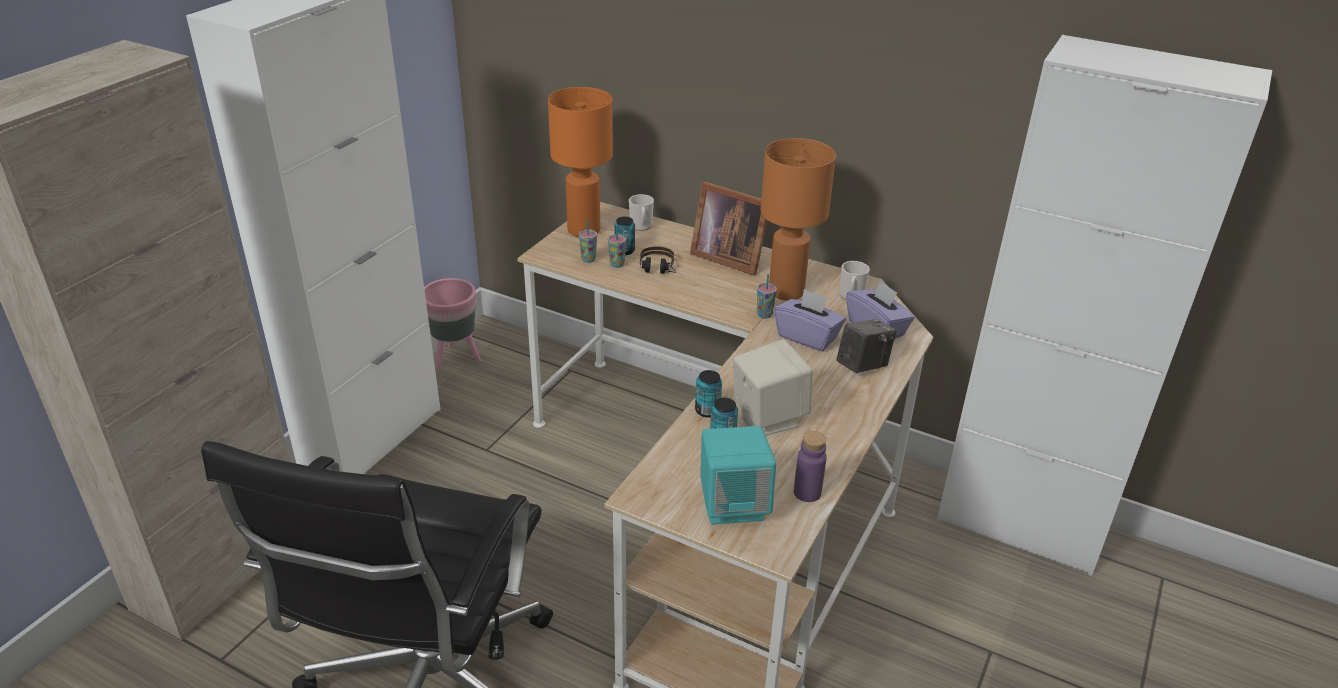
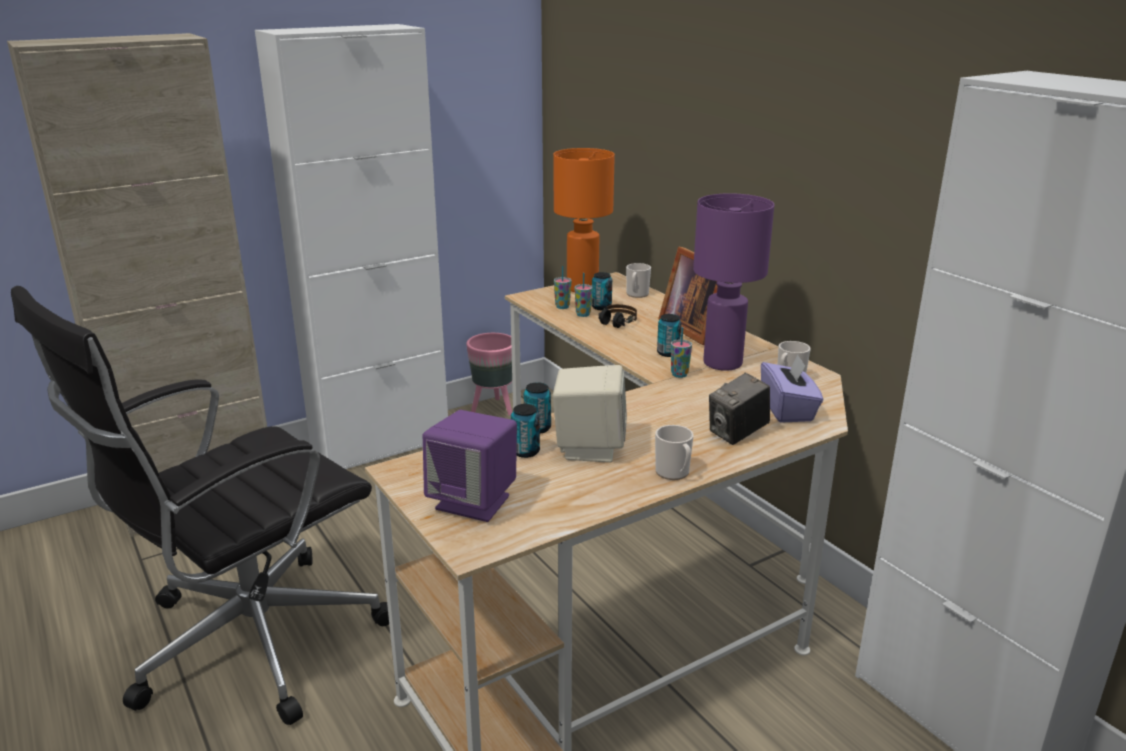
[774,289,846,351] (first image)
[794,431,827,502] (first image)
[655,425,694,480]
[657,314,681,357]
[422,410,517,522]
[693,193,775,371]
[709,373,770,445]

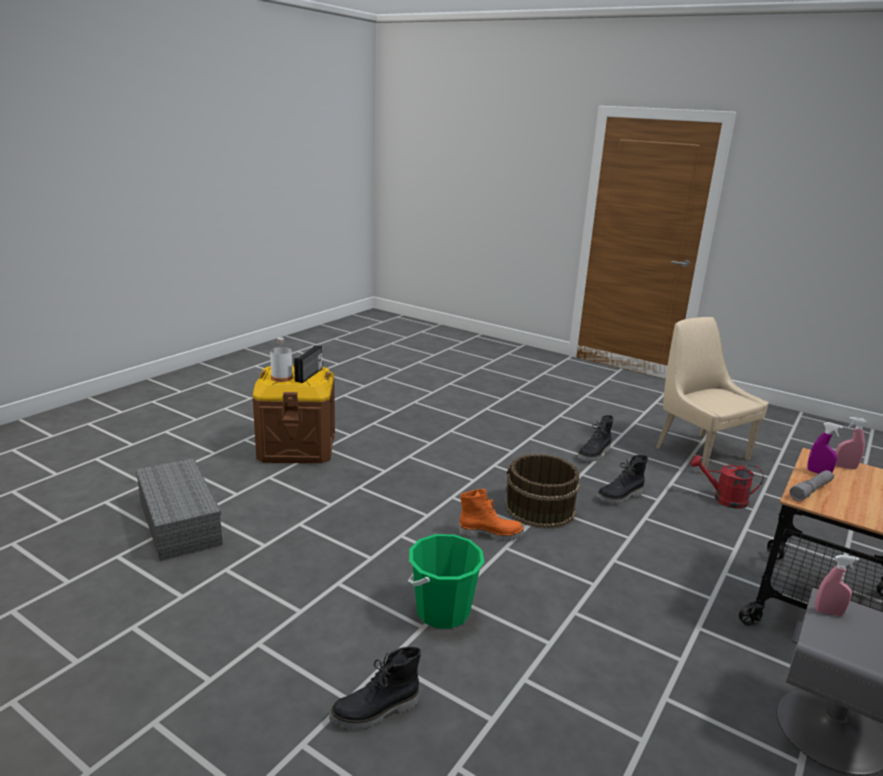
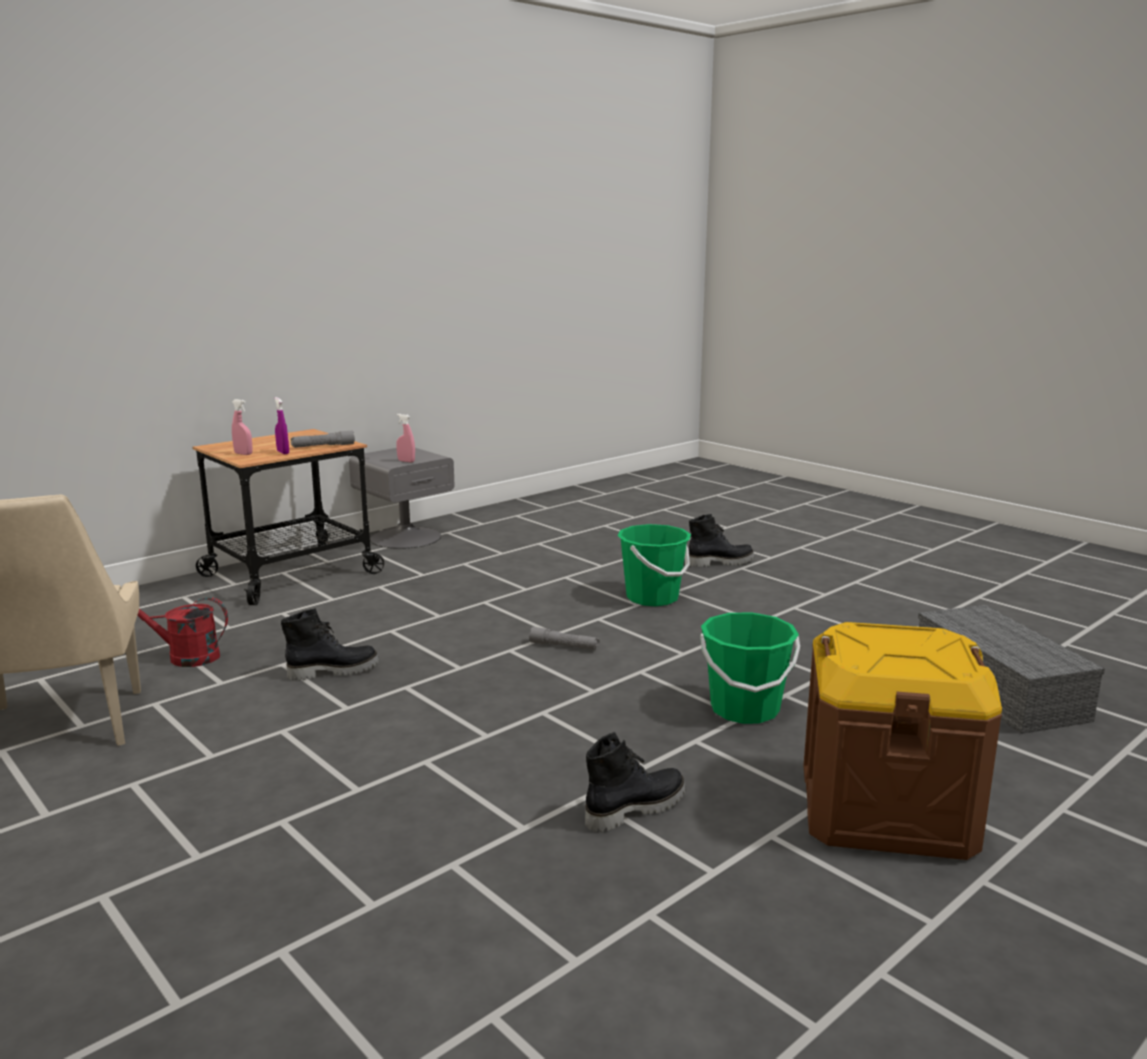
[270,338,293,382] (first image)
[294,345,323,383] (first image)
[505,454,580,528] (first image)
[700,613,800,724]
[585,732,686,832]
[529,627,600,650]
[138,597,228,667]

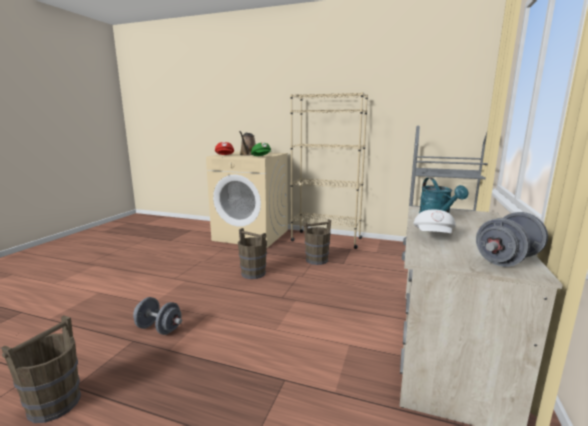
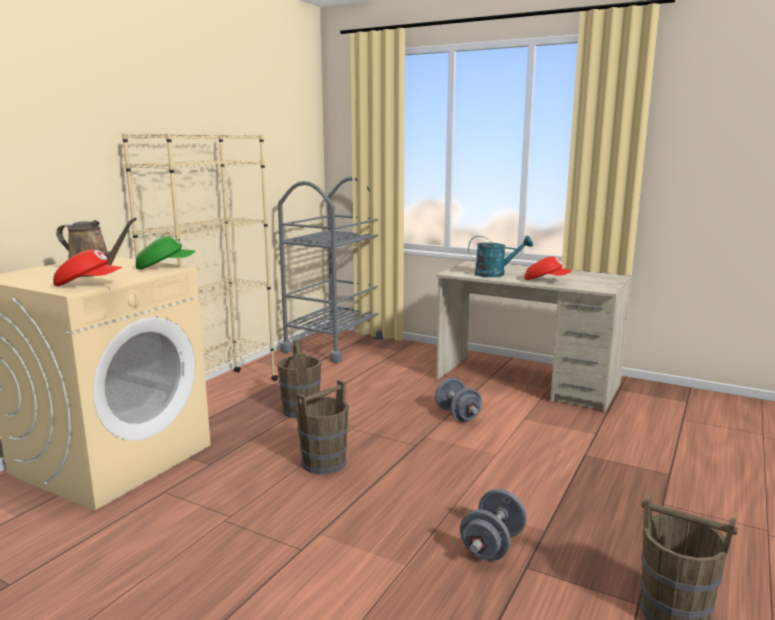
[435,378,482,422]
[524,257,572,280]

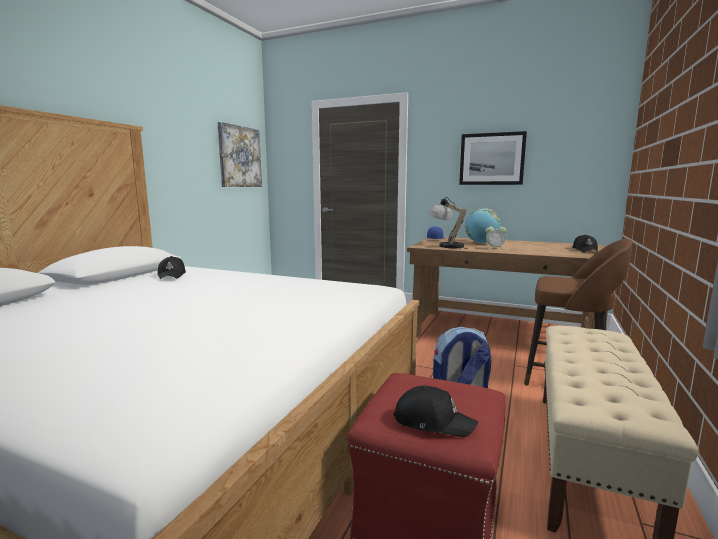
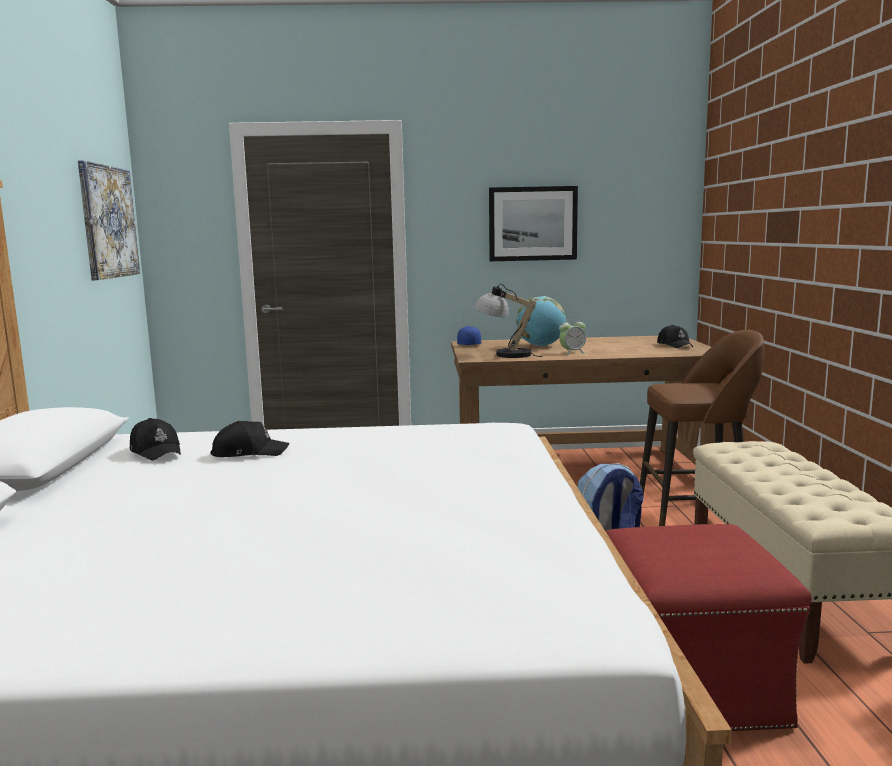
[211,421,290,457]

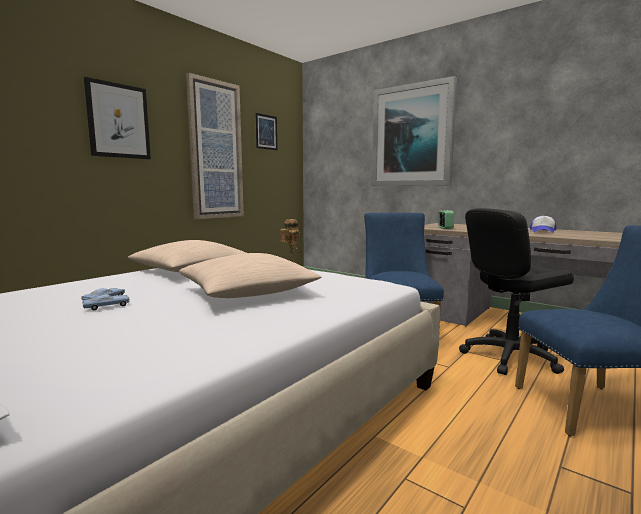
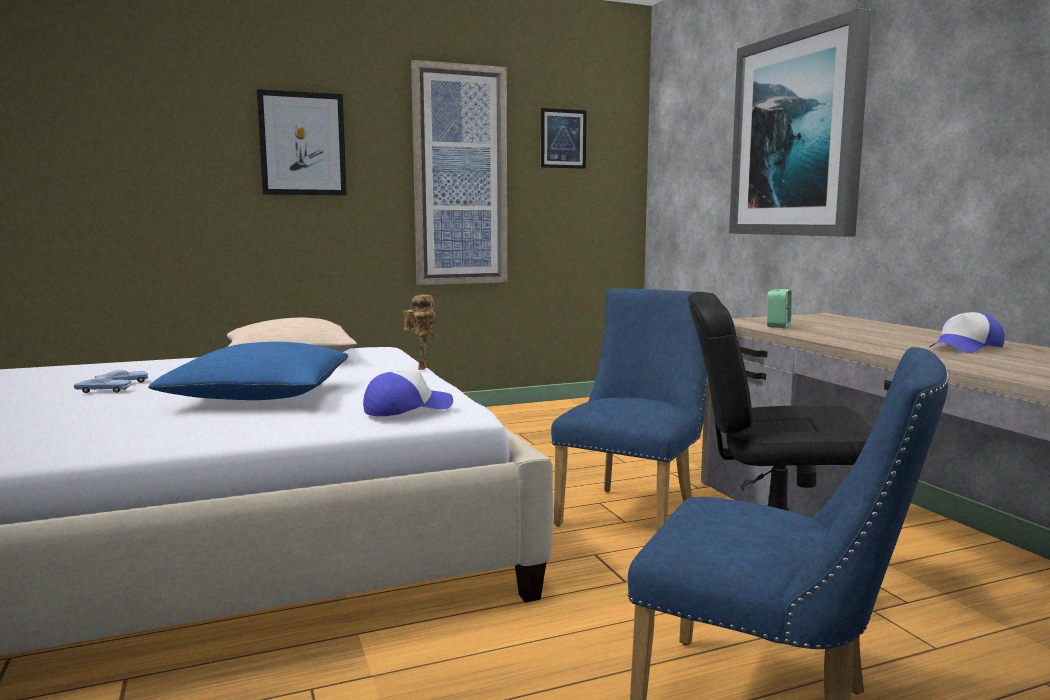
[363,371,453,416]
[148,342,349,400]

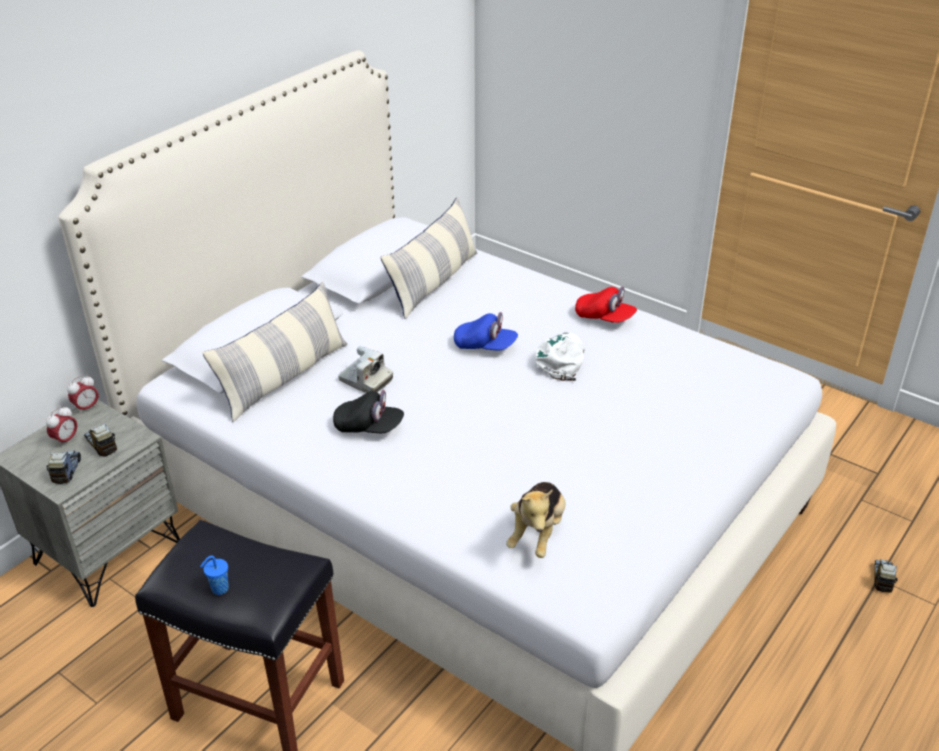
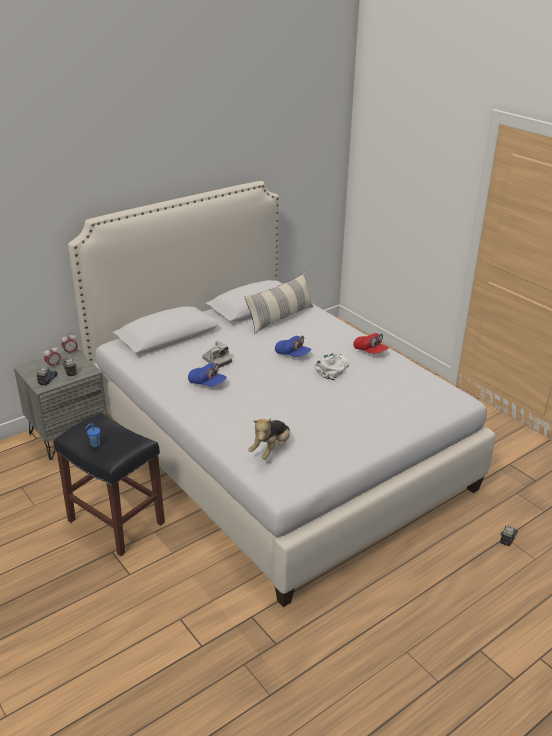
[202,282,347,422] (first image)
[188,363,227,386]

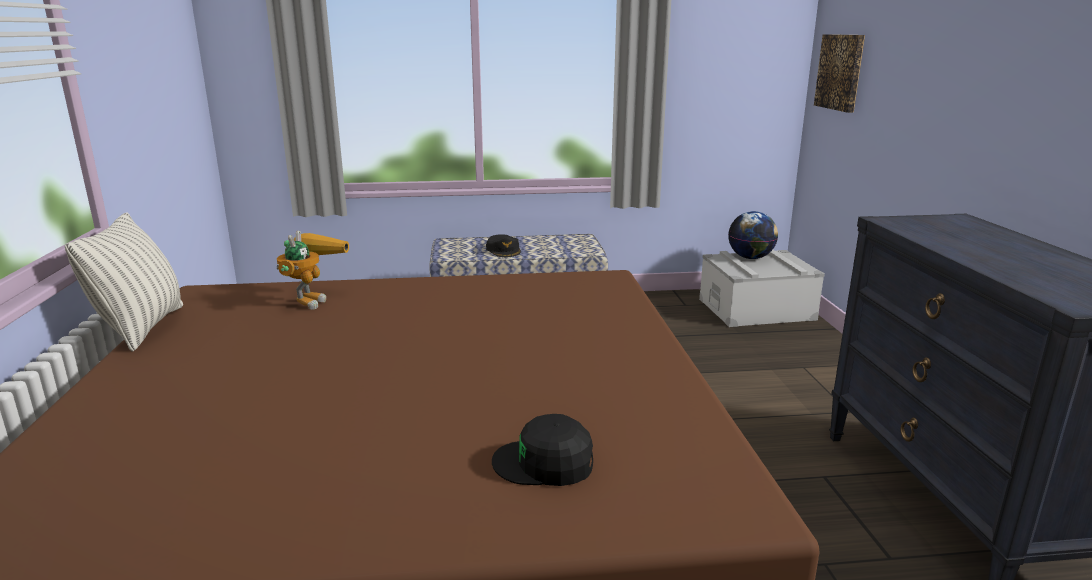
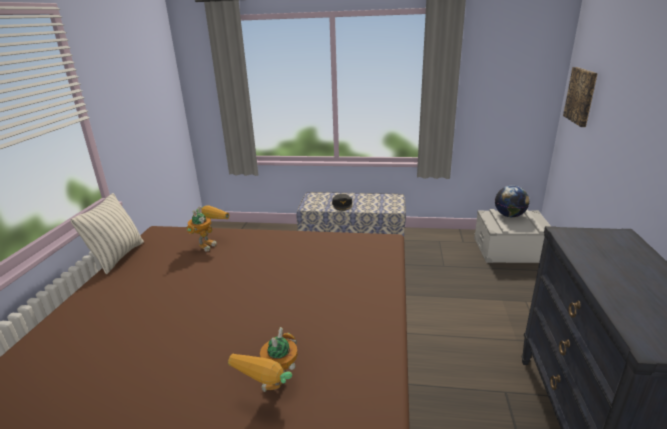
[228,327,298,392]

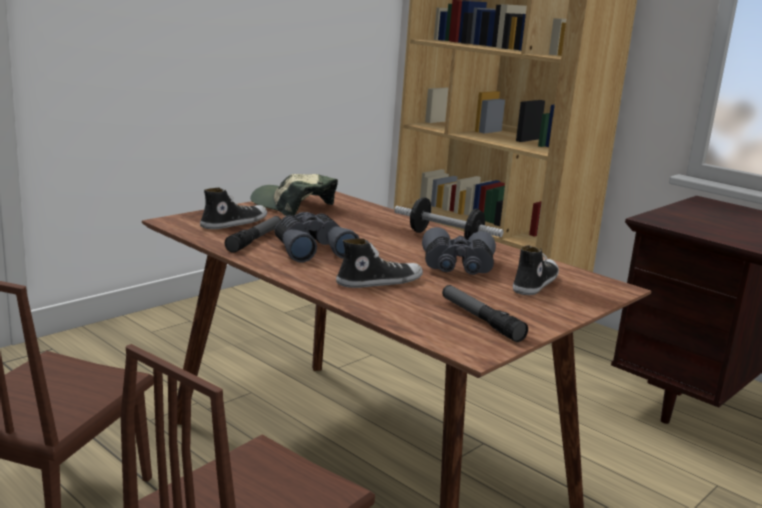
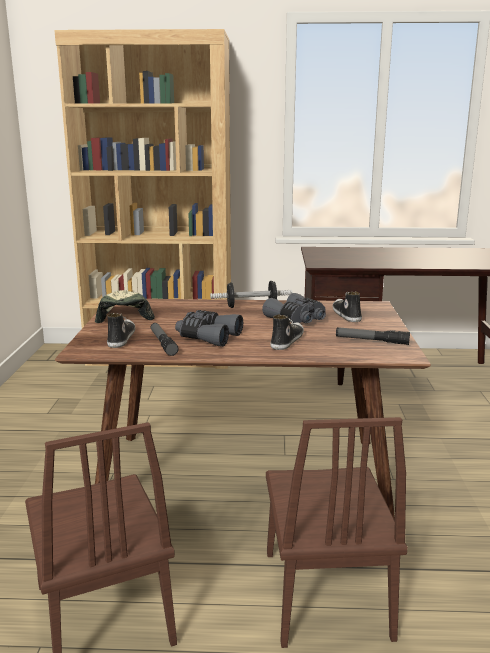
[95,290,155,323]

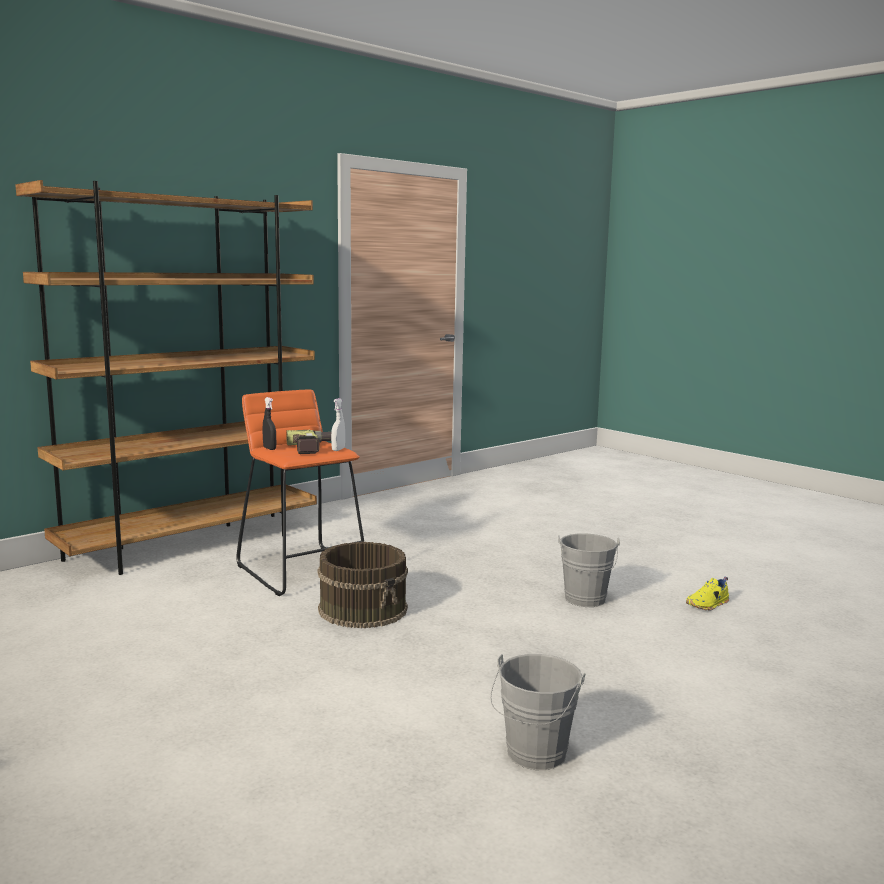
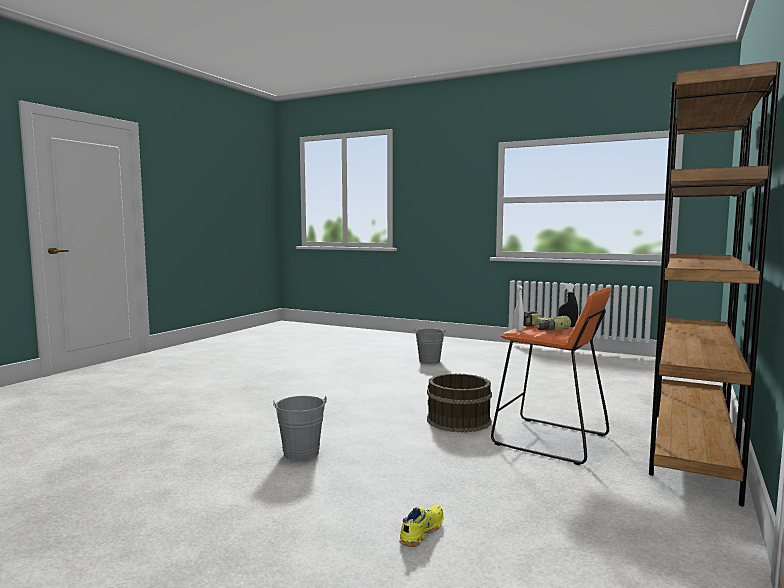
[414,328,446,364]
[399,505,444,547]

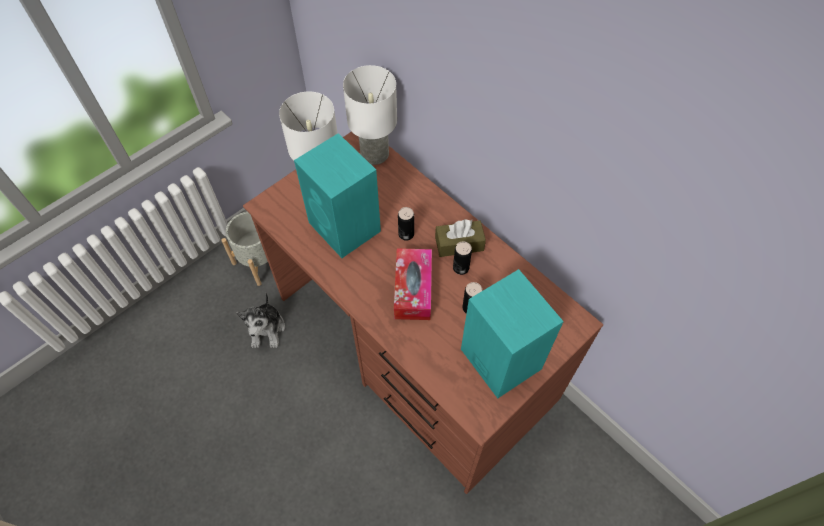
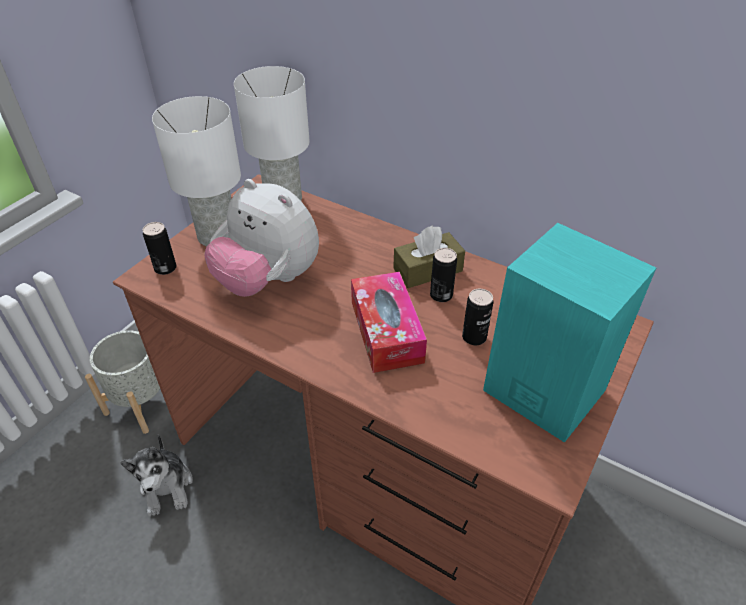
[143,222,176,275]
[204,179,319,297]

